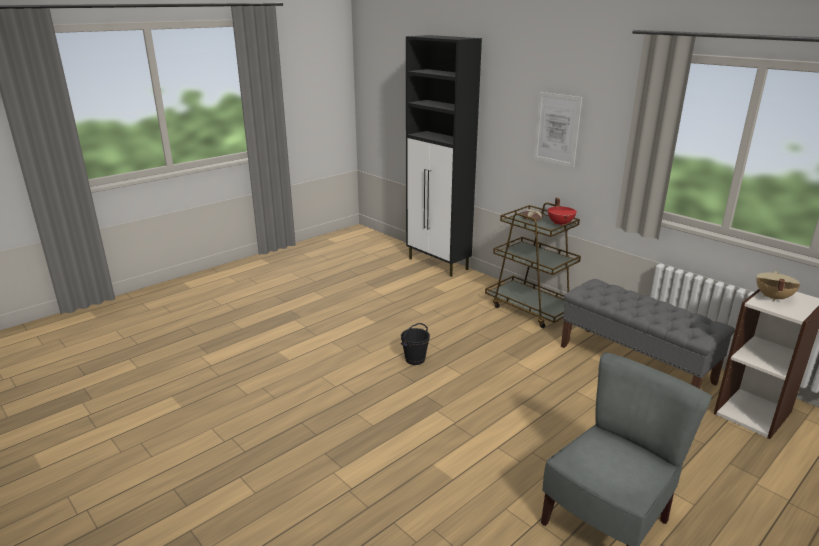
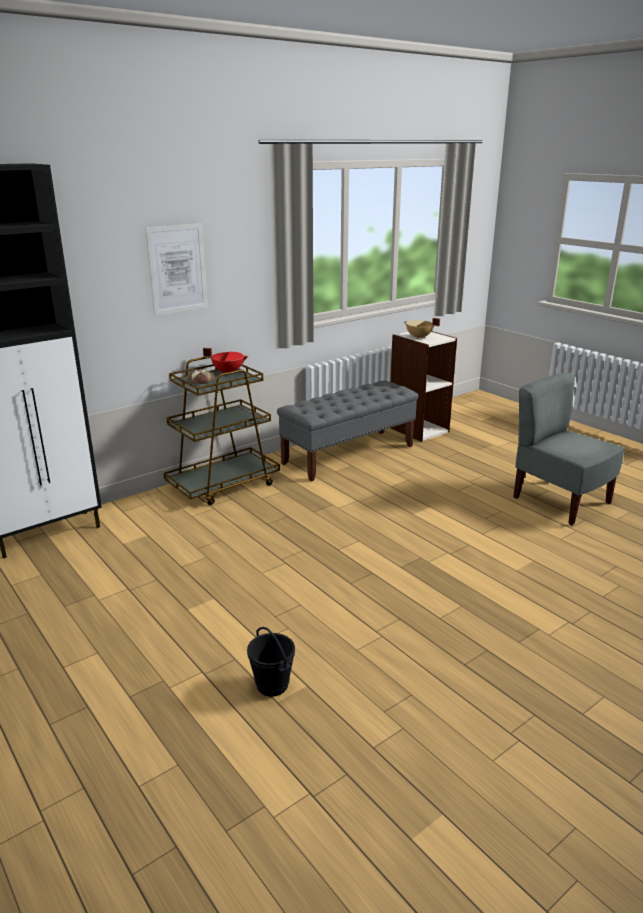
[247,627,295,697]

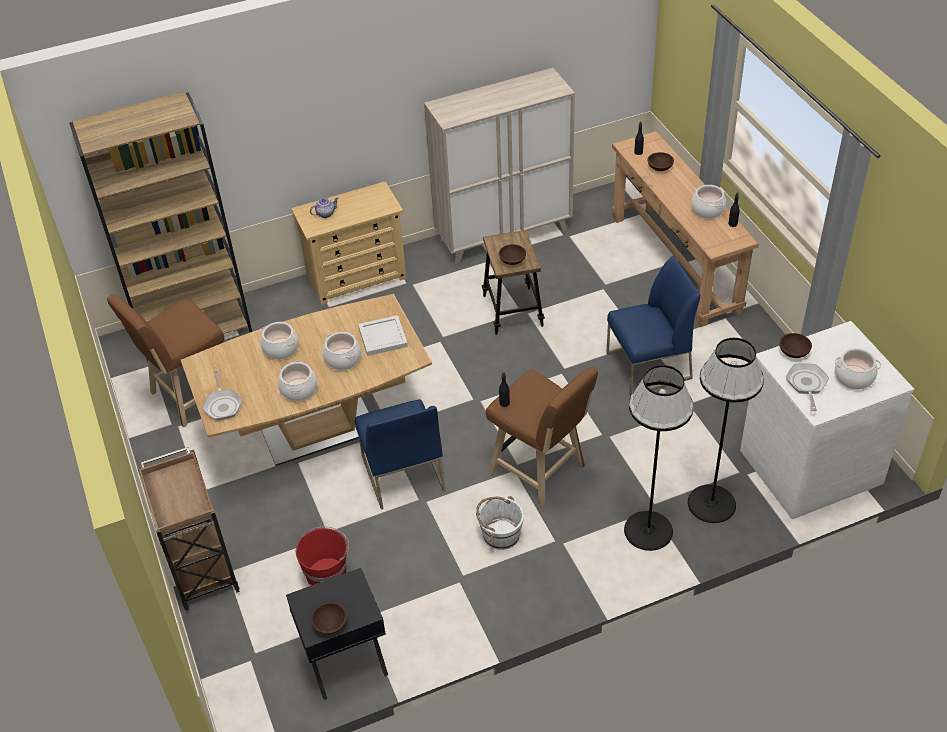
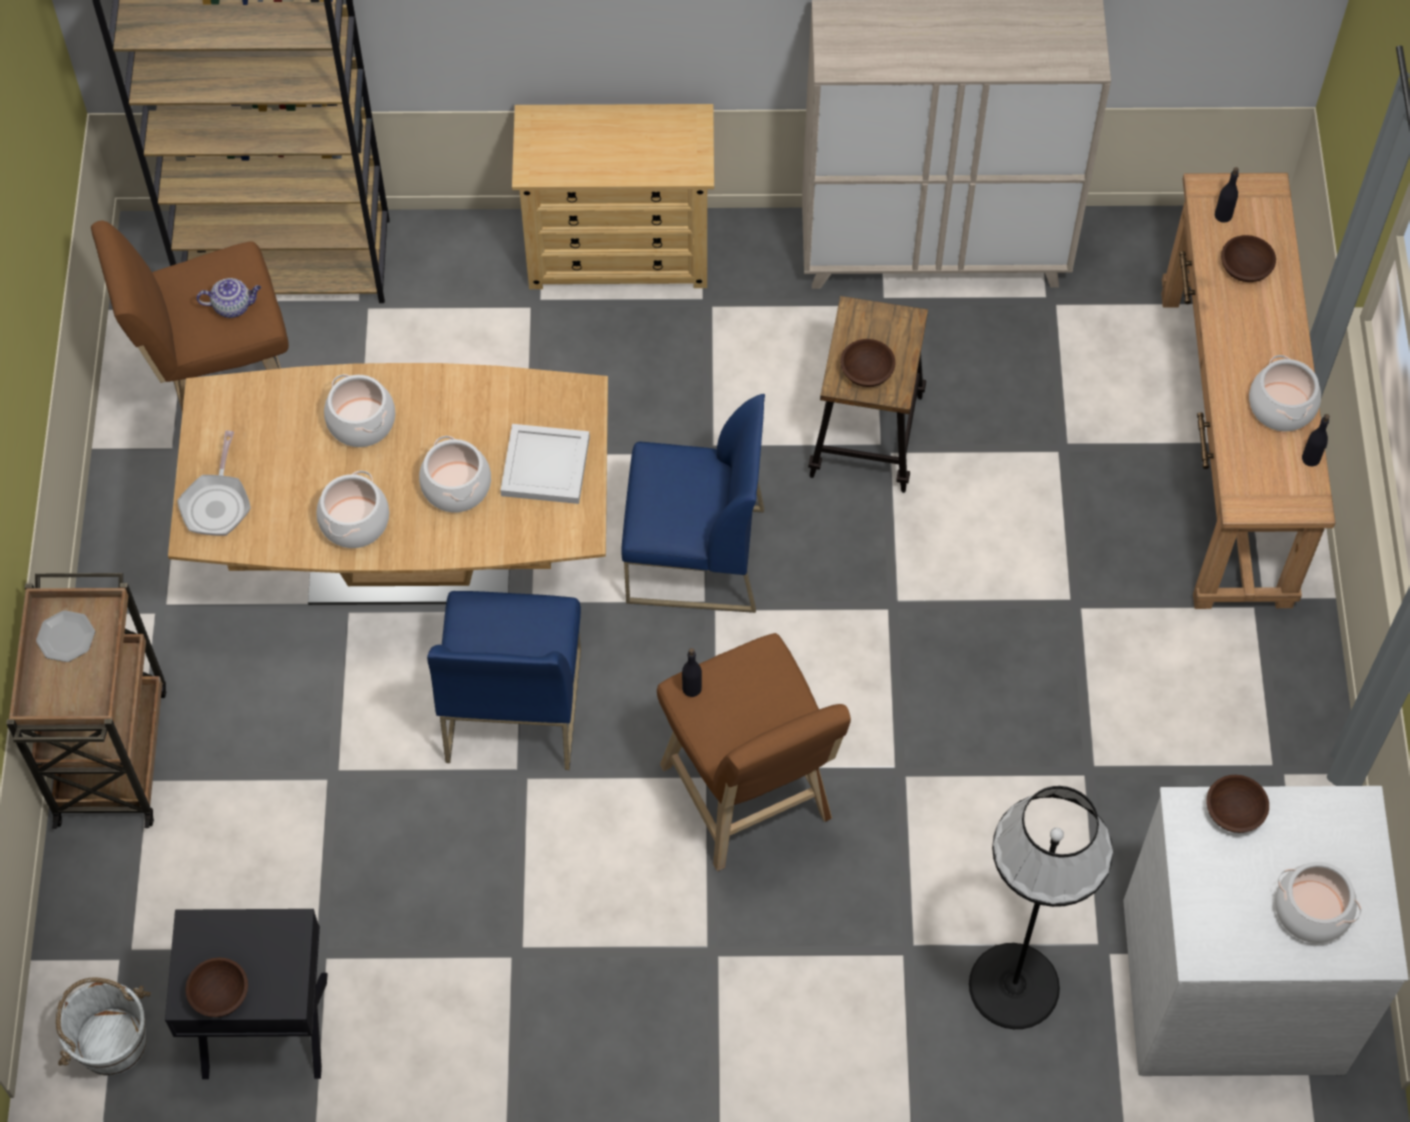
[296,527,349,586] (first image)
[624,365,694,551] (first image)
[786,363,829,411] (first image)
[36,610,95,662]
[196,278,261,318]
[56,978,151,1076]
[621,394,765,613]

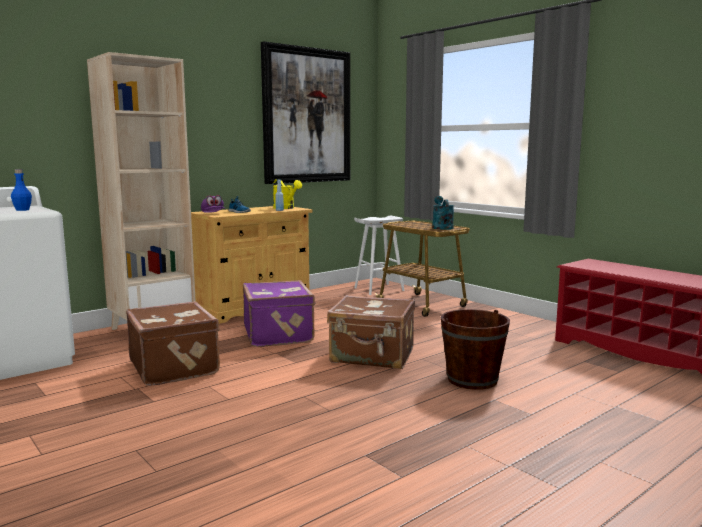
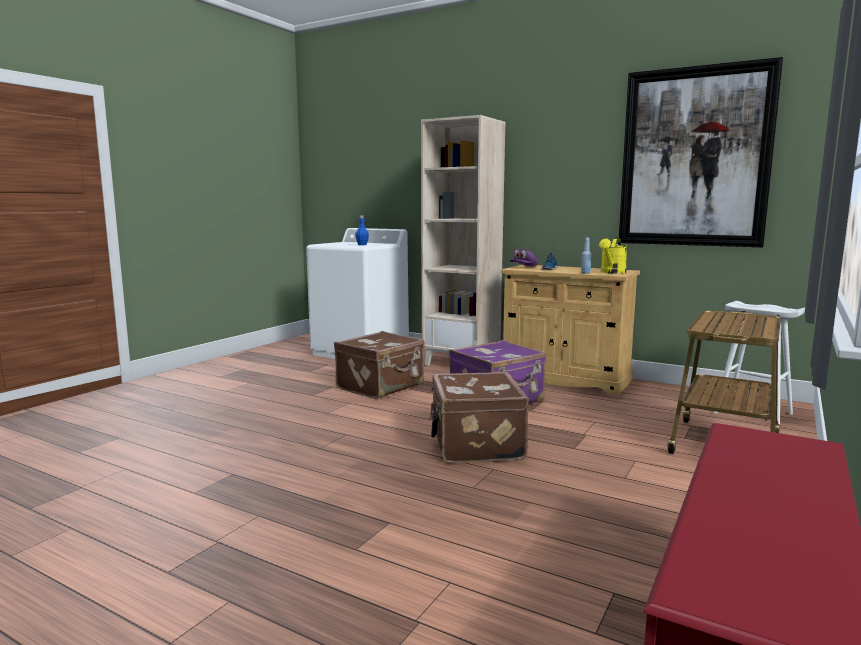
[432,196,454,230] (first image)
[441,309,510,390] (first image)

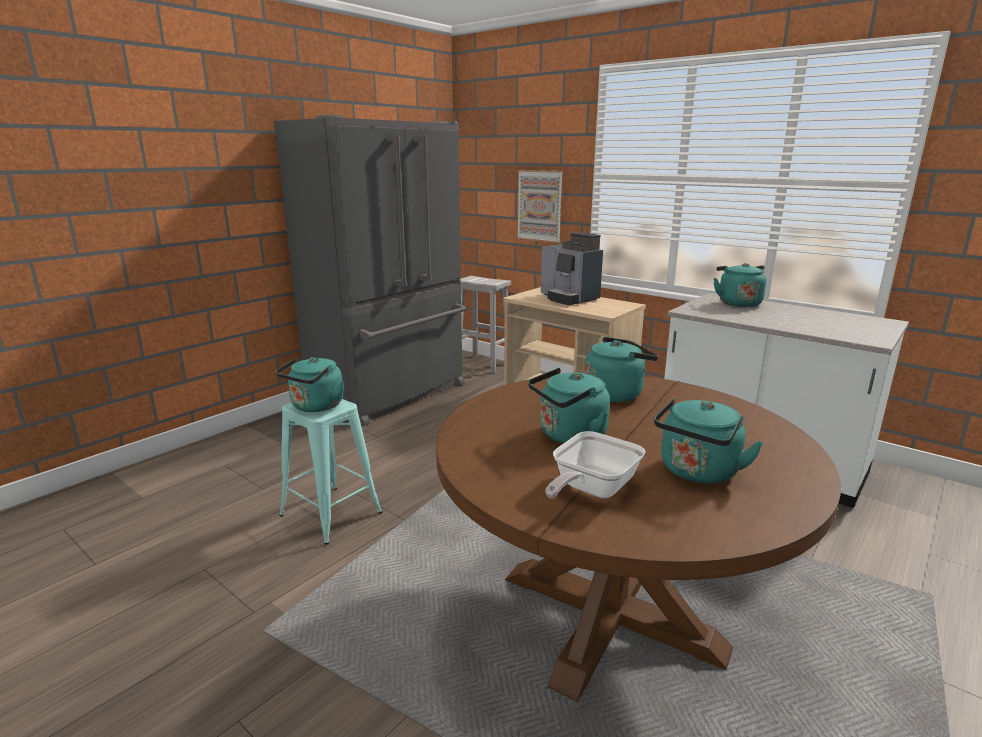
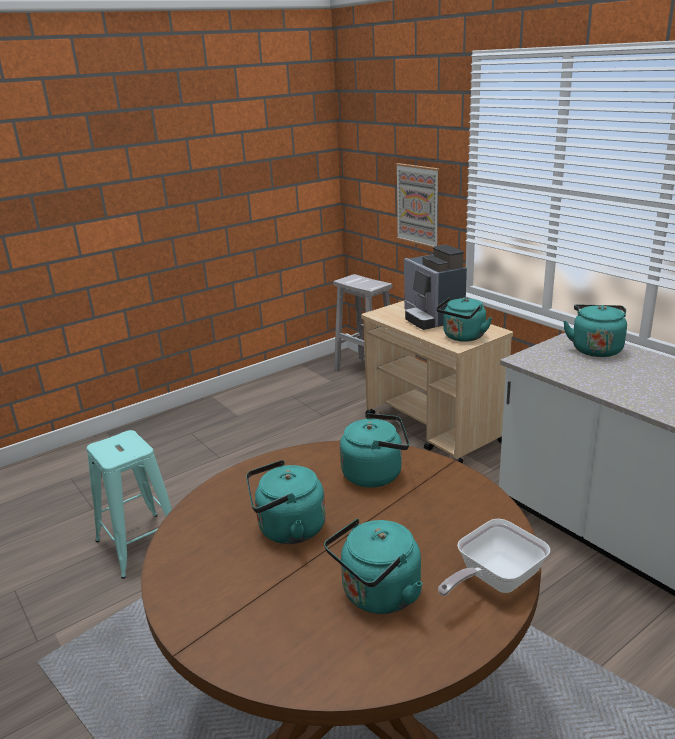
[274,115,466,426] (first image)
[436,297,492,342]
[438,519,550,596]

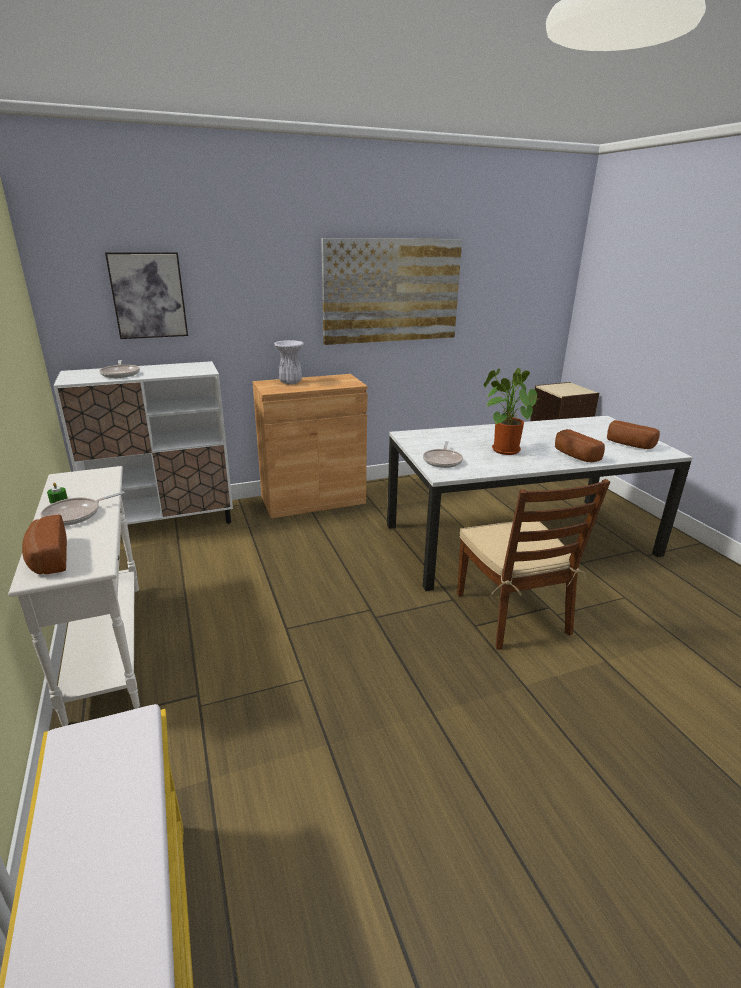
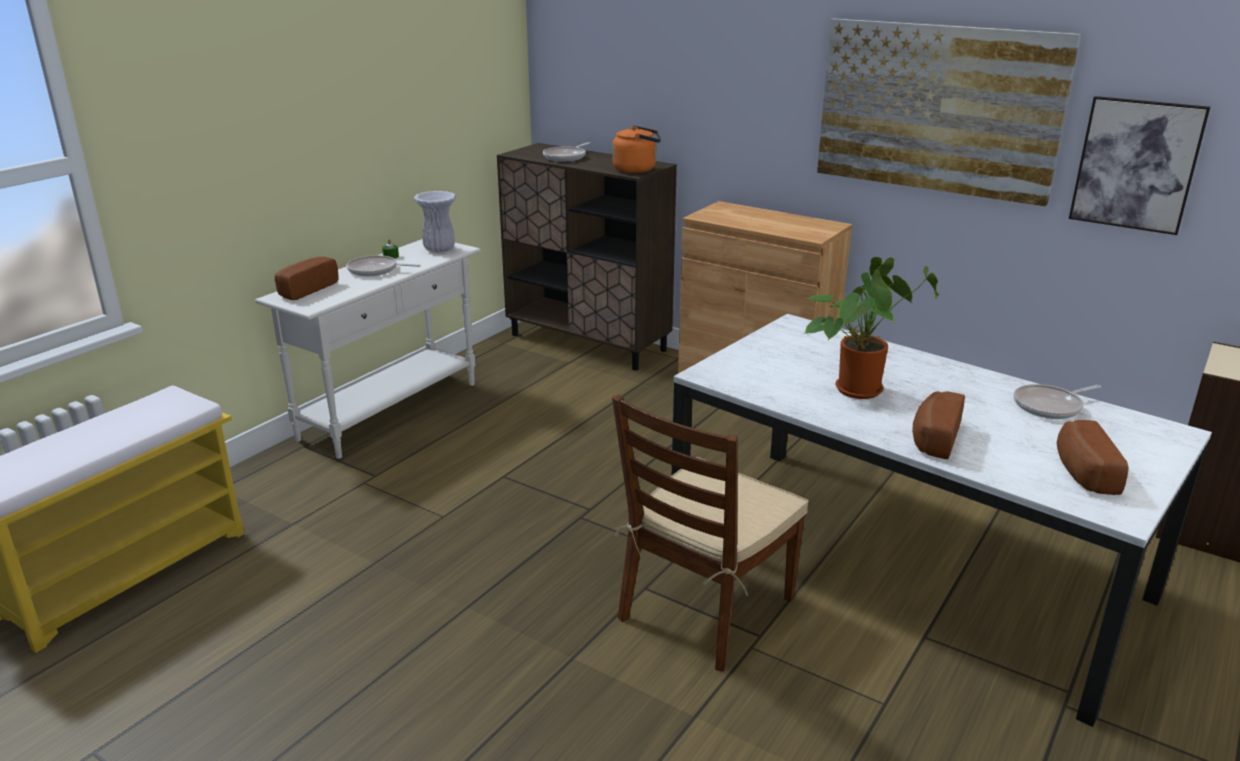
[612,125,661,173]
[1069,96,1211,235]
[414,191,456,252]
[1013,384,1101,419]
[497,143,677,370]

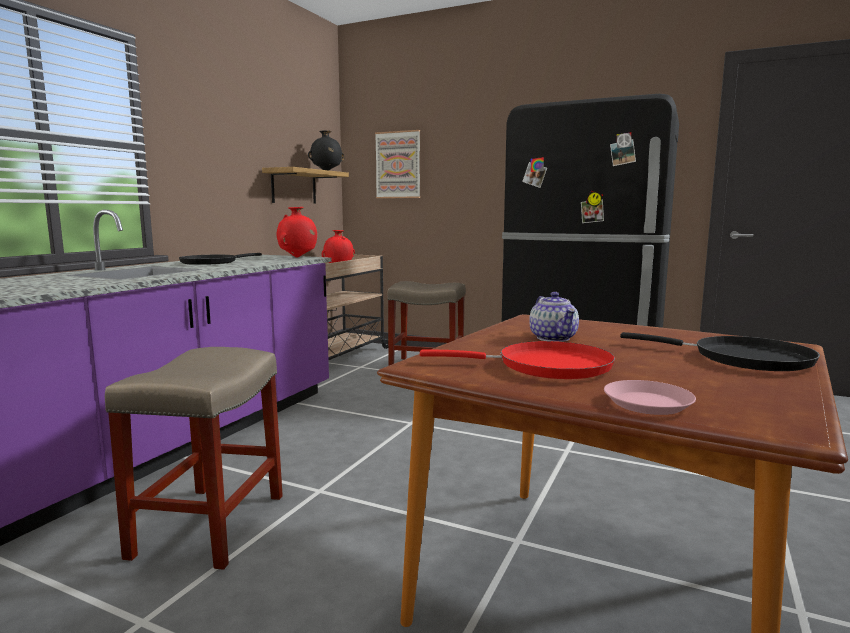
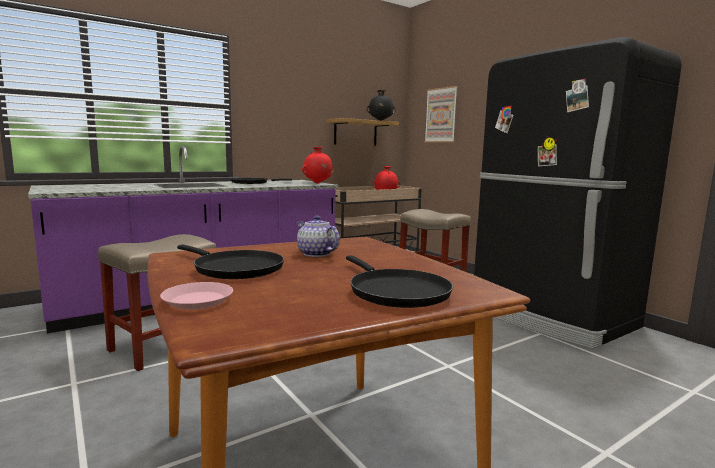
[177,244,284,279]
[297,216,340,257]

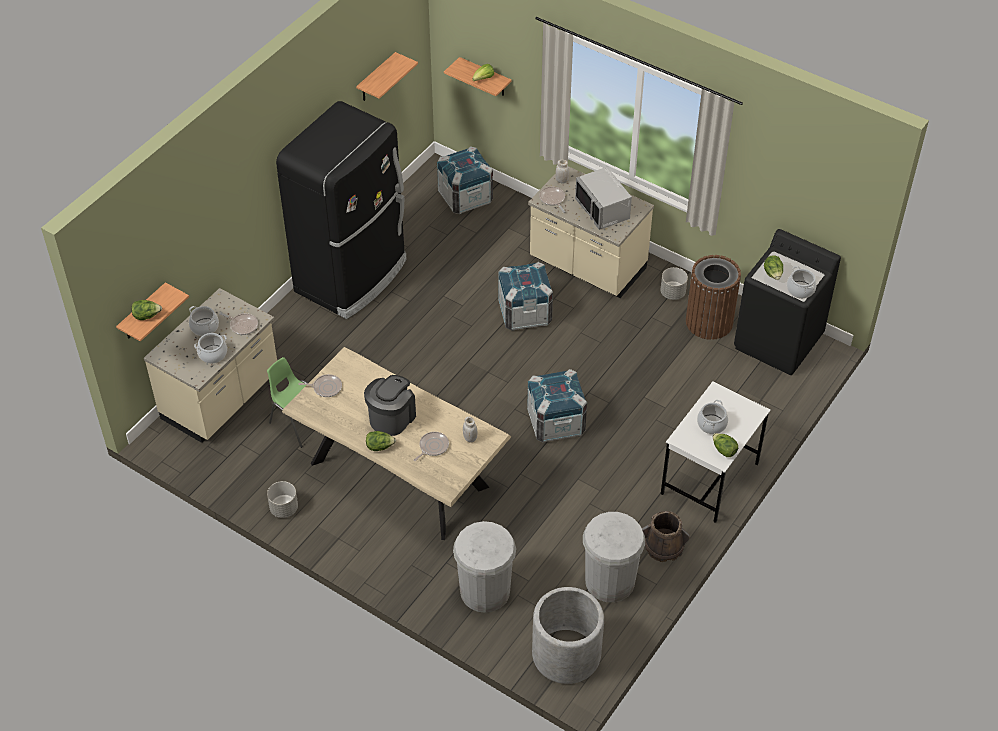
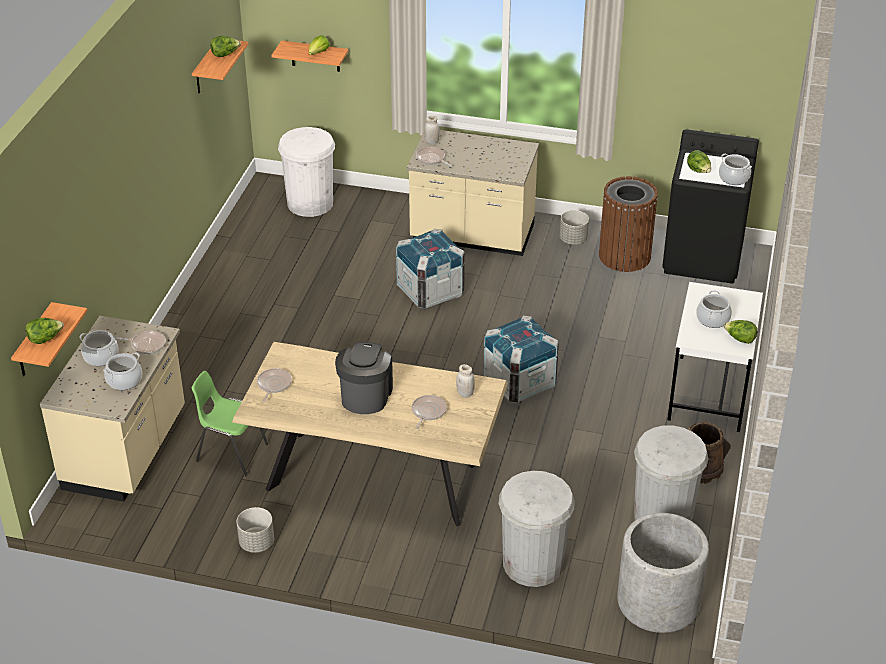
[276,101,406,319] (first image)
[575,167,632,230] (first image)
[210,36,241,57]
[278,127,335,217]
[257,368,292,402]

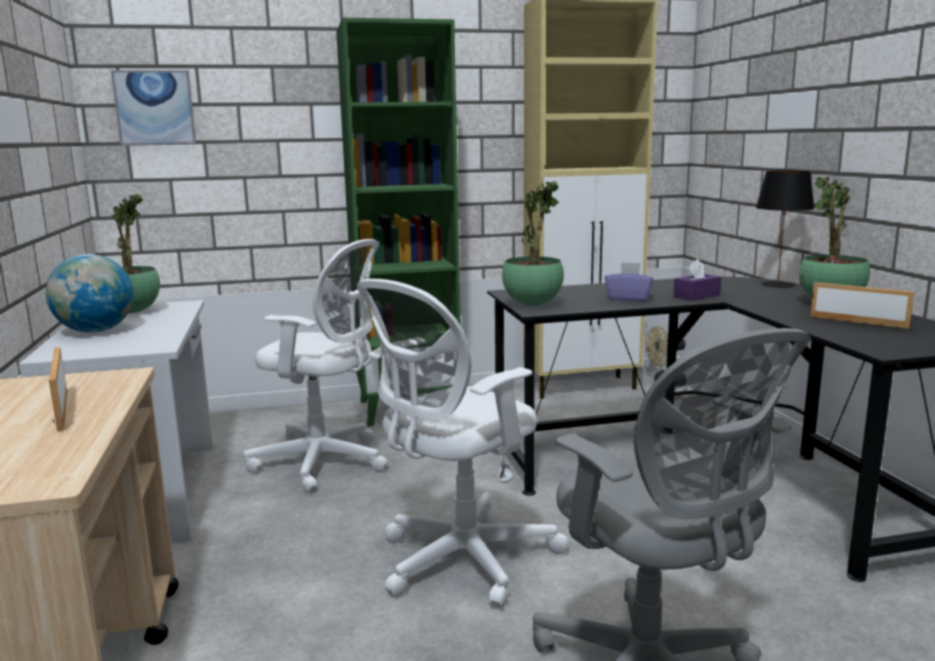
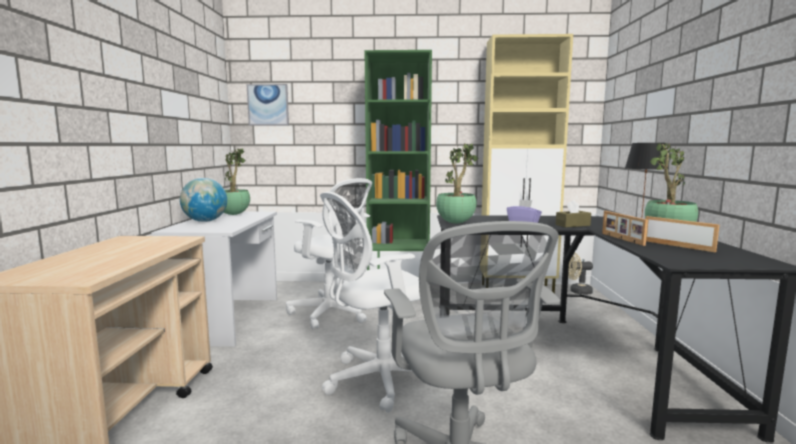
[602,211,648,246]
[556,200,591,227]

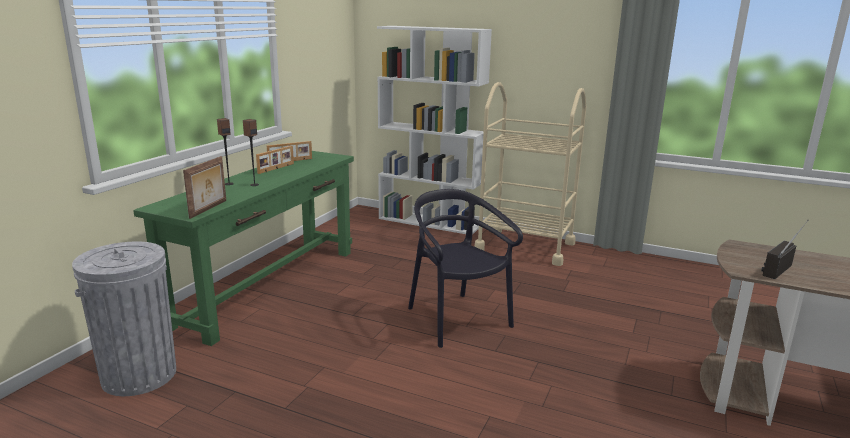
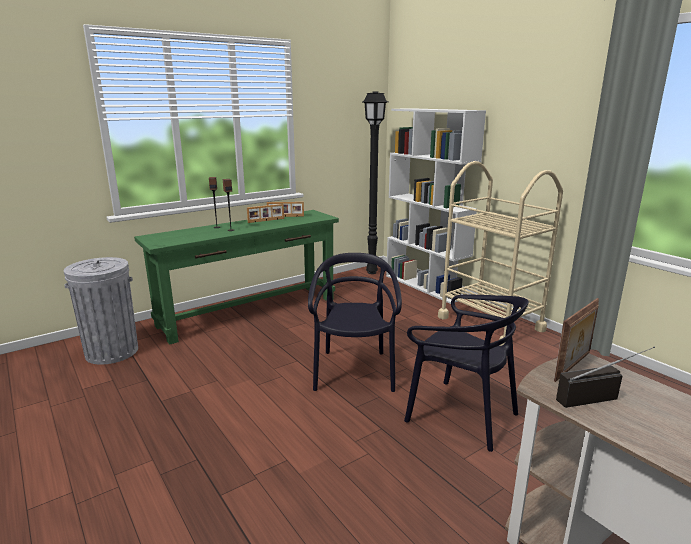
[362,92,388,274]
[404,294,529,452]
[554,298,599,382]

